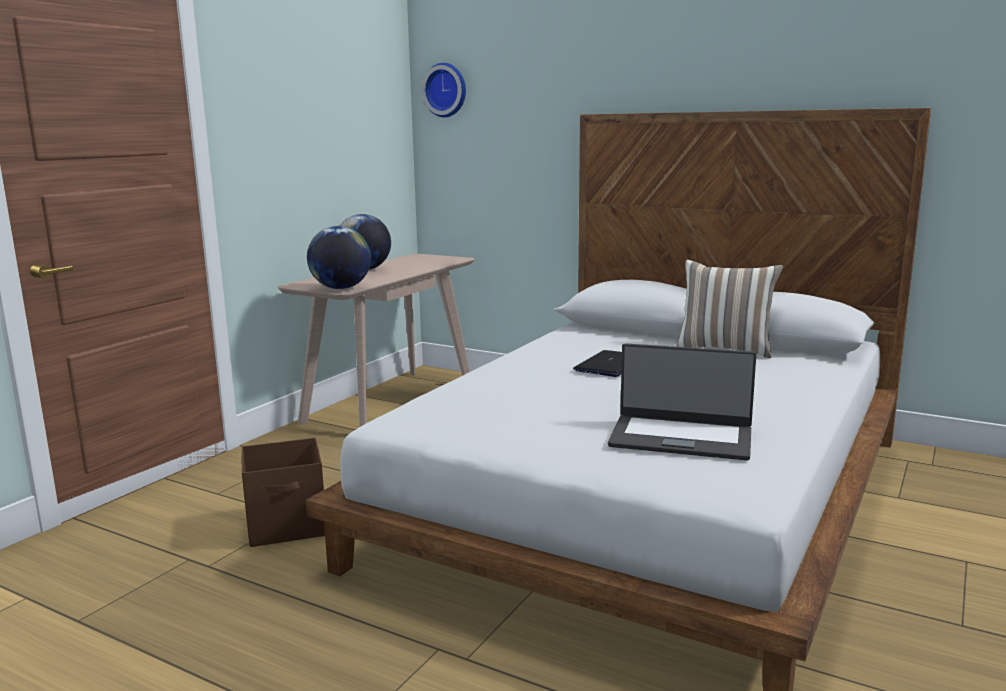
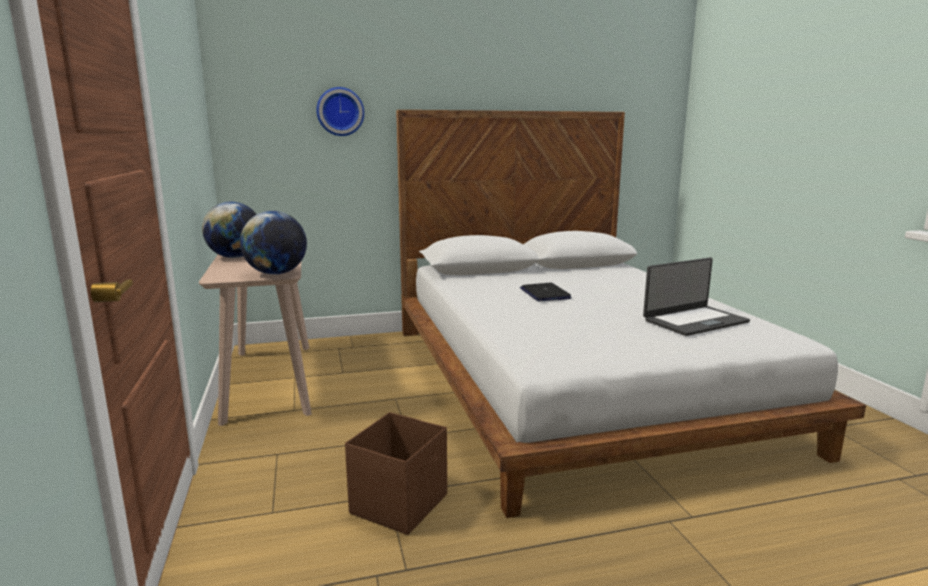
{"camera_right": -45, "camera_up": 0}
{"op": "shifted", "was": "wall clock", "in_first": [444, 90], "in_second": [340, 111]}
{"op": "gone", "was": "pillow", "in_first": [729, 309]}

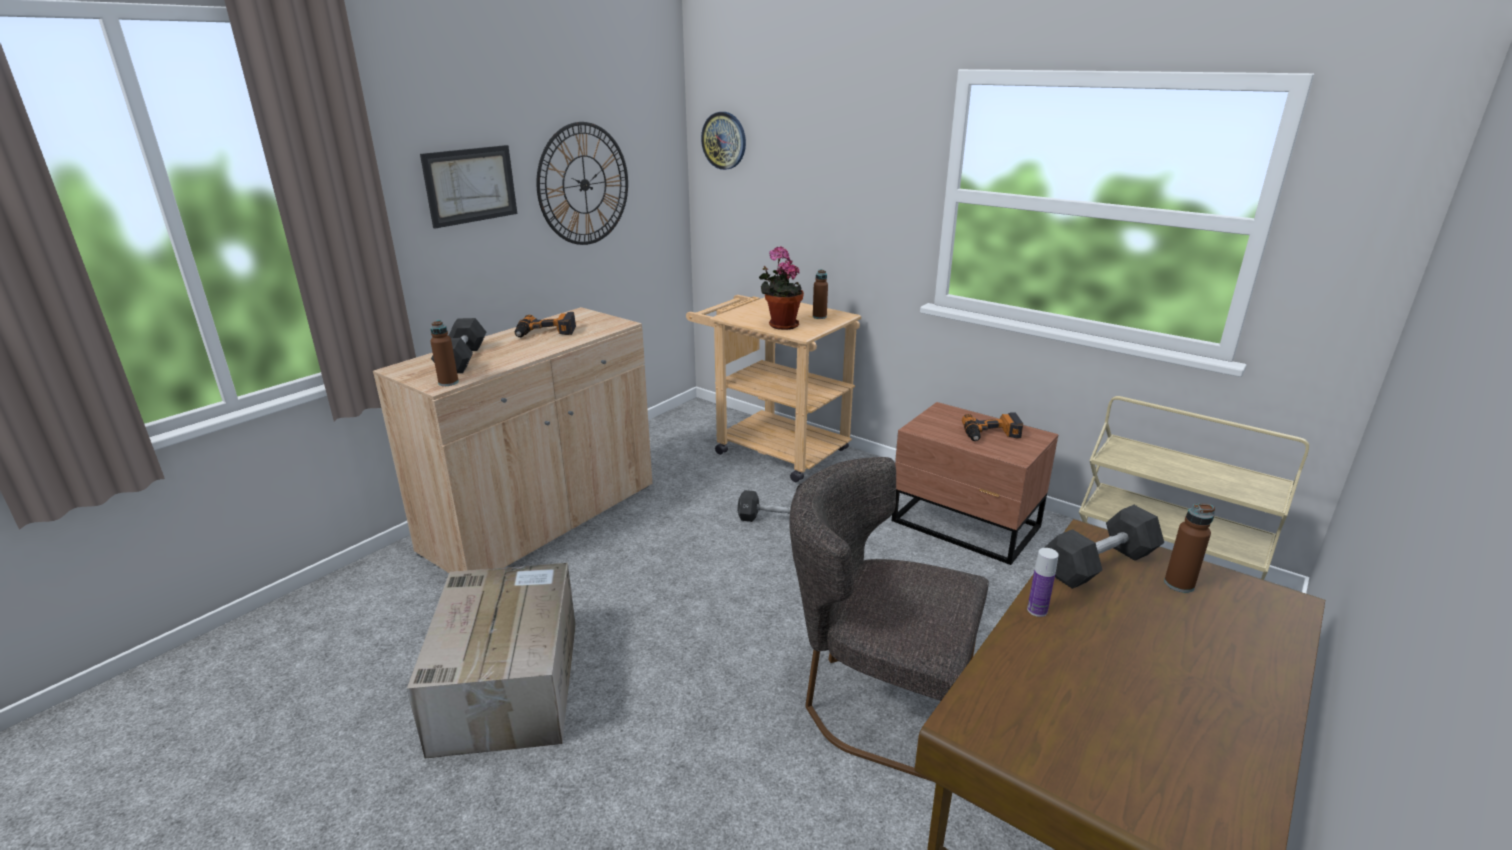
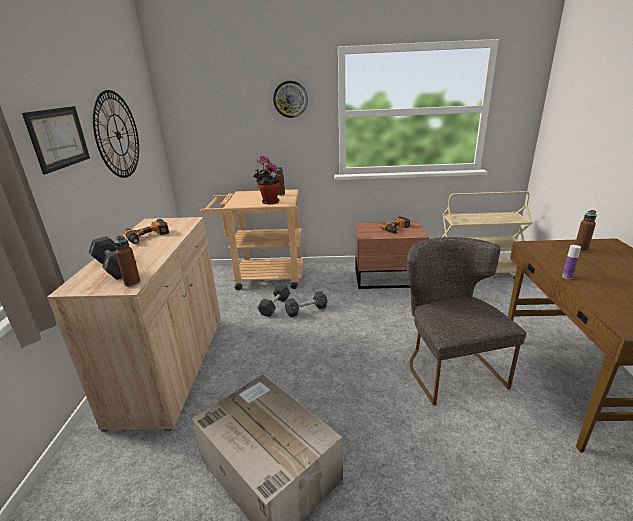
{"camera_right": -35, "camera_up": 0}
{"op": "shifted", "was": "wall clock", "in_first": [723, 141], "in_second": [290, 99]}
{"op": "rotated", "was": "chair (grey)", "in_first": [889, 619], "in_second": [467, 321], "clockwise": 90}
{"op": "shifted", "was": "dumbbell (black)", "in_first": [1104, 547], "in_second": [273, 300]}

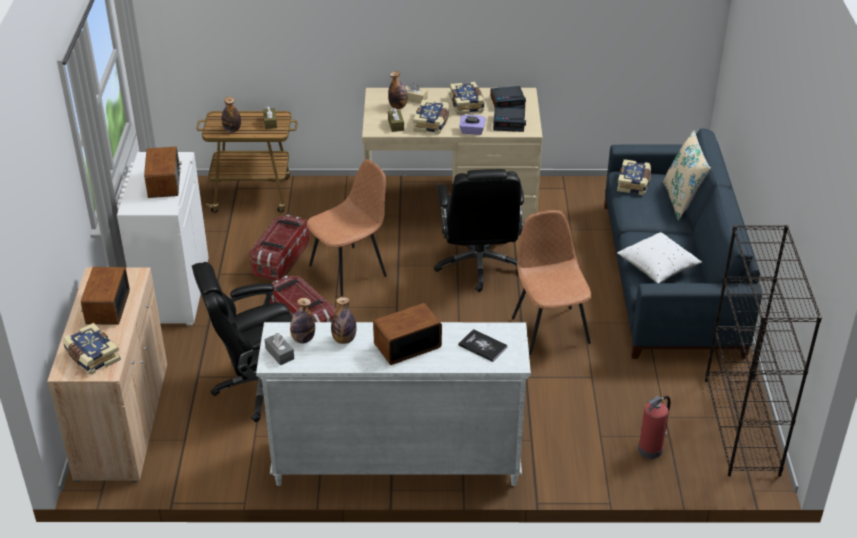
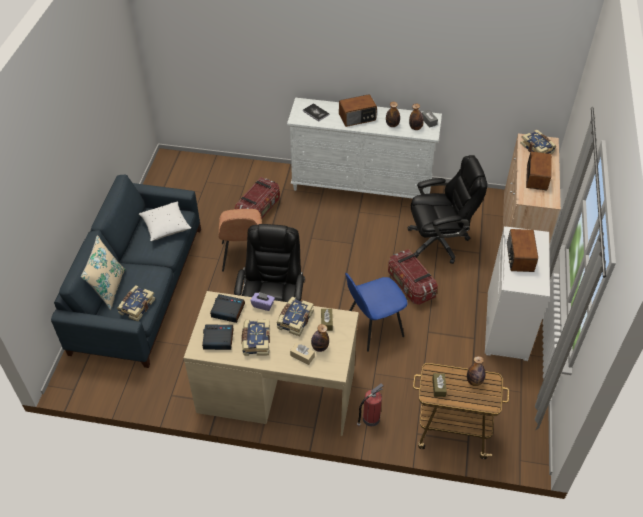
{"camera_right": -170, "camera_up": 10}
{"op": "shifted", "was": "storage box", "in_first": [279, 248], "in_second": [257, 198]}
{"op": "repainted", "was": "chair (brown)", "now": "chair (blue)", "in_first": [347, 227], "in_second": [376, 312]}
{"op": "shifted", "was": "fire extinguisher", "in_first": [654, 427], "in_second": [370, 404]}
{"op": "gone", "was": "bookcase (black)", "in_first": [763, 350]}

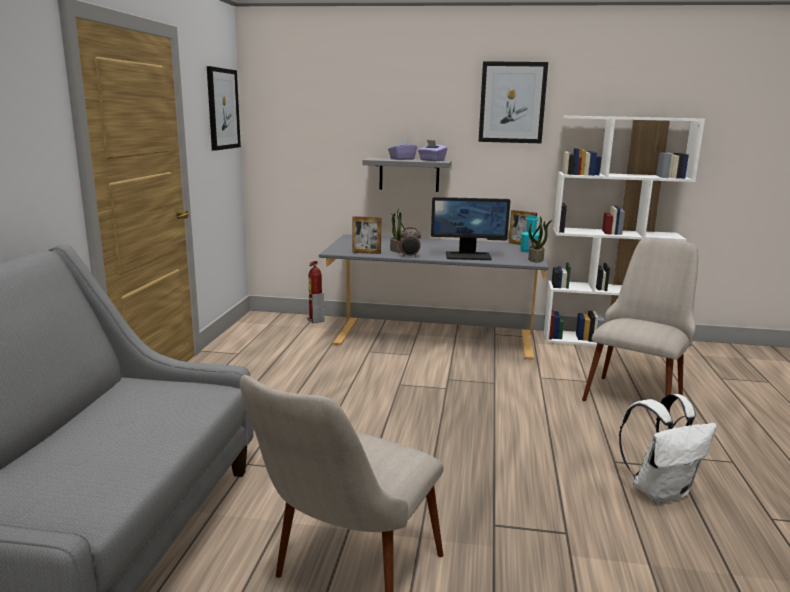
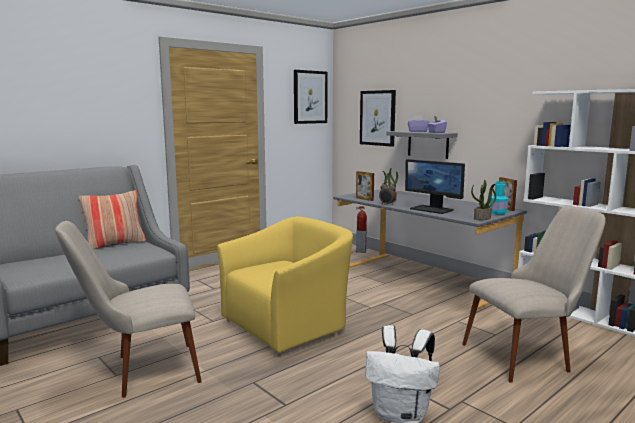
{"camera_right": 40, "camera_up": -5}
{"op": "shifted", "was": "picture", "in_first": [513, 102], "in_second": [378, 118]}
{"op": "new", "now": "pillow", "in_second": [112, 219]}
{"op": "new", "now": "armchair (yellow)", "in_second": [285, 286]}

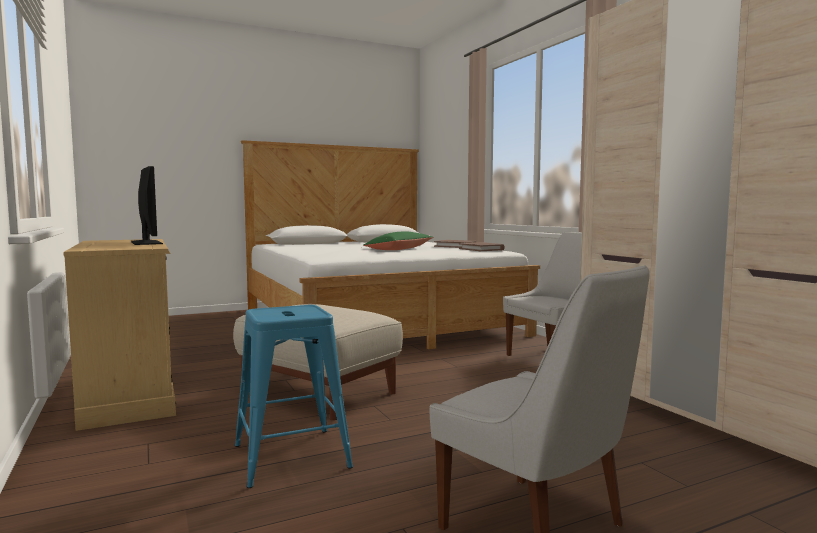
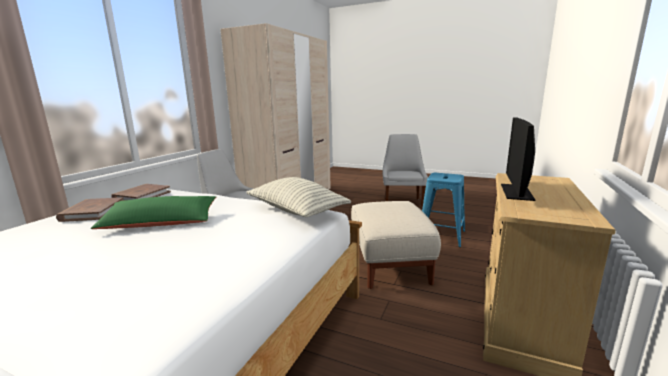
{"camera_right": -130, "camera_up": 10}
{"op": "new", "now": "pillow", "in_second": [298, 197]}

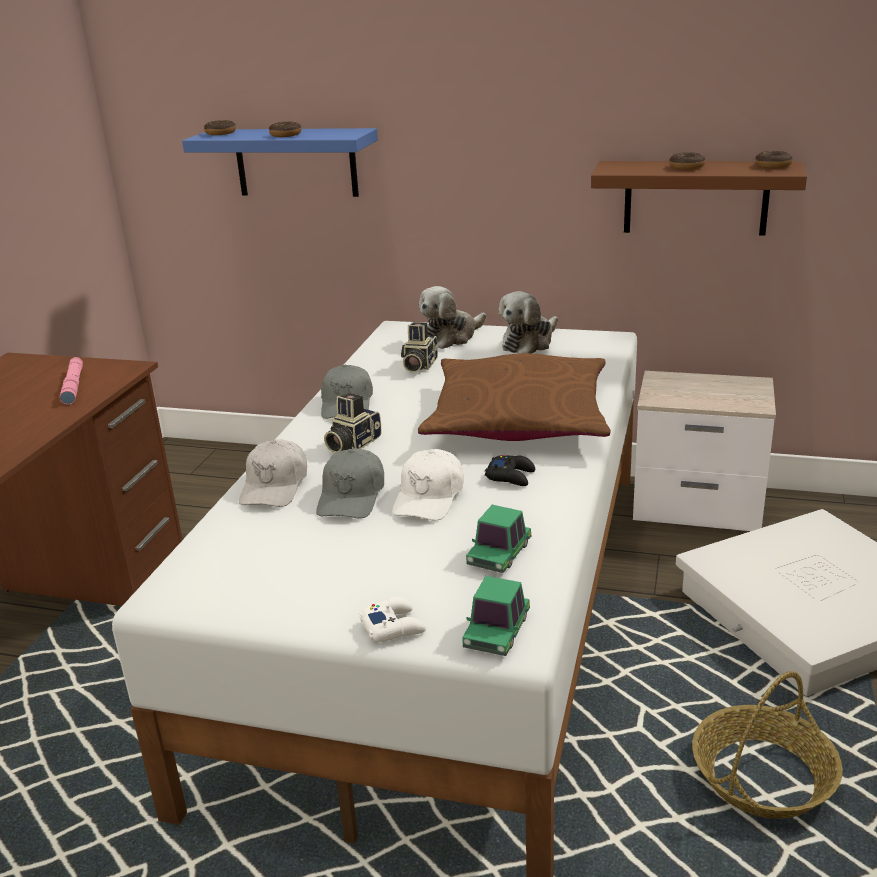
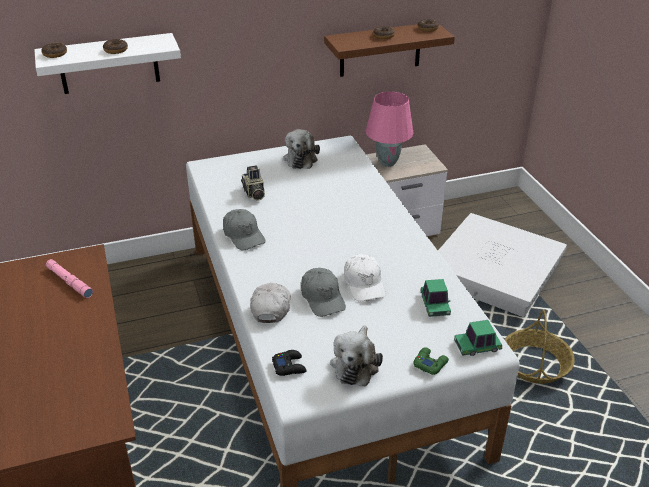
{"camera_right": -35, "camera_up": 10}
{"op": "repainted", "was": "shelf (blue)", "now": "shelf (white)", "in_first": [280, 162], "in_second": [107, 63]}
{"op": "rotated", "was": "cap (white)", "in_first": [273, 473], "in_second": [270, 303], "clockwise": -150}
{"op": "gone", "was": "photo camera", "in_first": [352, 423]}
{"op": "repainted", "was": "game controller (white)", "now": "game controller (green)", "in_first": [392, 619], "in_second": [431, 361]}
{"op": "gone", "was": "pillow (brown)", "in_first": [514, 397]}
{"op": "shifted", "was": "plush toy", "in_first": [452, 317], "in_second": [356, 356]}
{"op": "rotated", "was": "toy car", "in_first": [496, 616], "in_second": [478, 338], "clockwise": 90}
{"op": "shifted", "was": "game controller (black)", "in_first": [510, 470], "in_second": [289, 363]}
{"op": "new", "now": "table lamp (pink)", "in_second": [390, 129]}

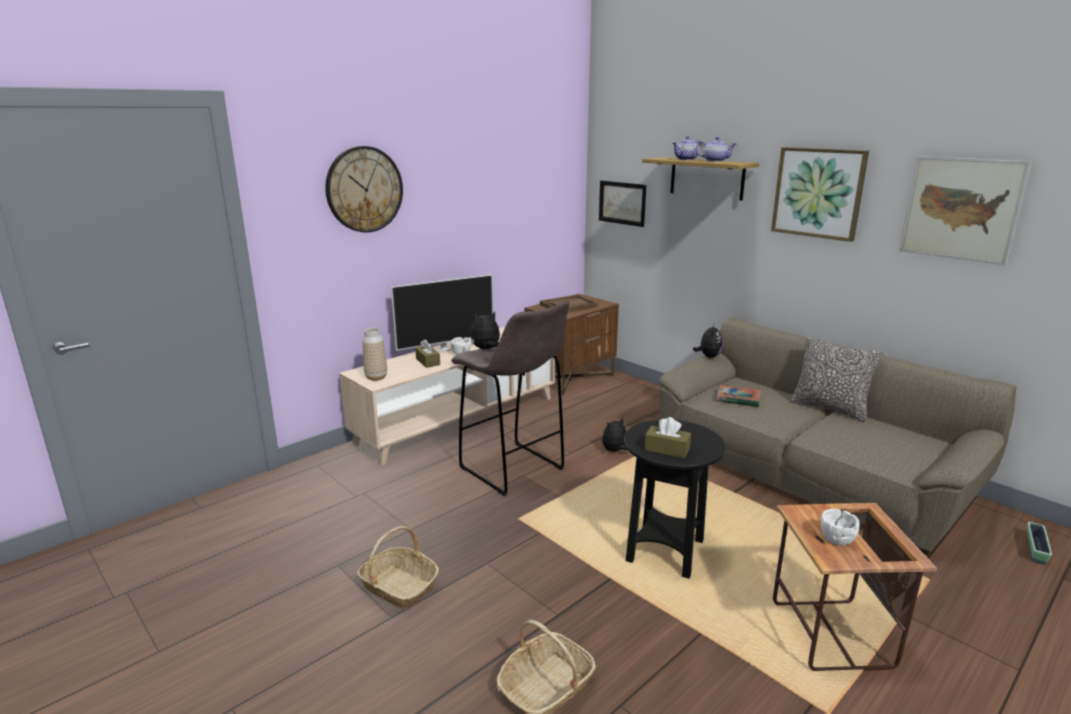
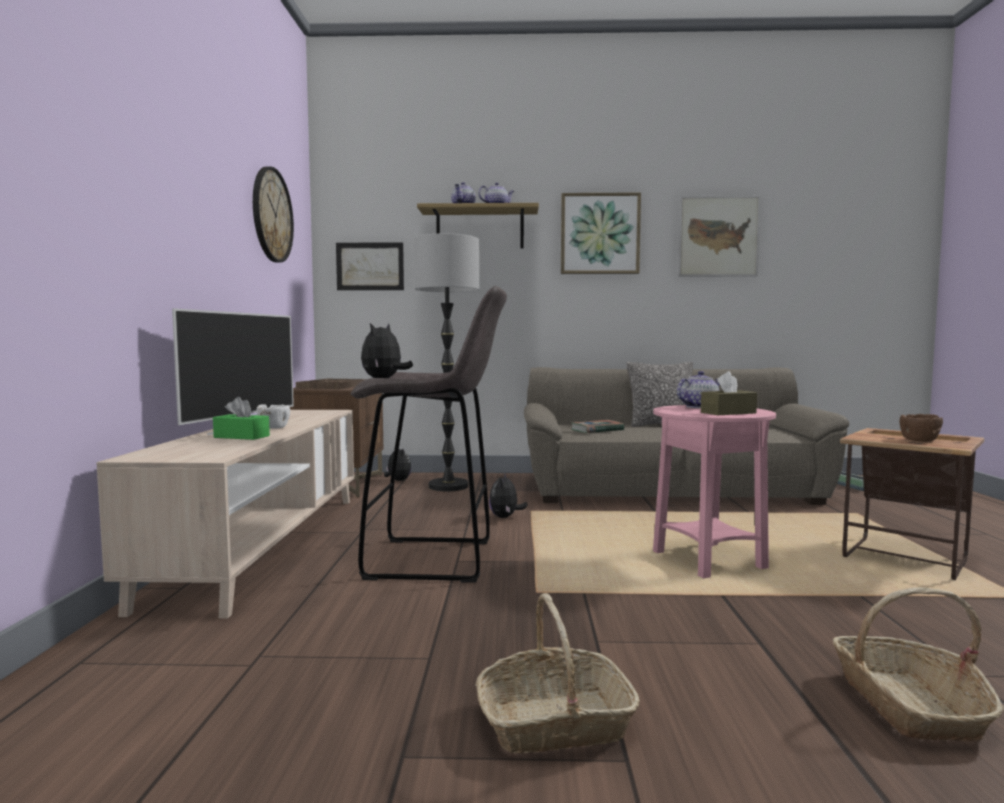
{"camera_right": -45, "camera_up": -15}
{"op": "shifted", "was": "wall clock", "in_first": [364, 189], "in_second": [273, 214]}
{"op": "gone", "was": "vase", "in_first": [375, 354]}
{"op": "repainted", "was": "tissue box (brown)", "now": "tissue box (green)", "in_first": [427, 353], "in_second": [241, 418]}
{"op": "repainted", "was": "side table (black)", "now": "side table (pink)", "in_first": [674, 499], "in_second": [714, 491]}
{"op": "shifted", "was": "plush toy", "in_first": [708, 341], "in_second": [397, 464]}
{"op": "repainted", "was": "bowl (white)", "now": "bowl (brown)", "in_first": [840, 527], "in_second": [921, 428]}
{"op": "new", "now": "floor lamp", "in_second": [446, 362]}
{"op": "new", "now": "teapot", "in_second": [698, 389]}

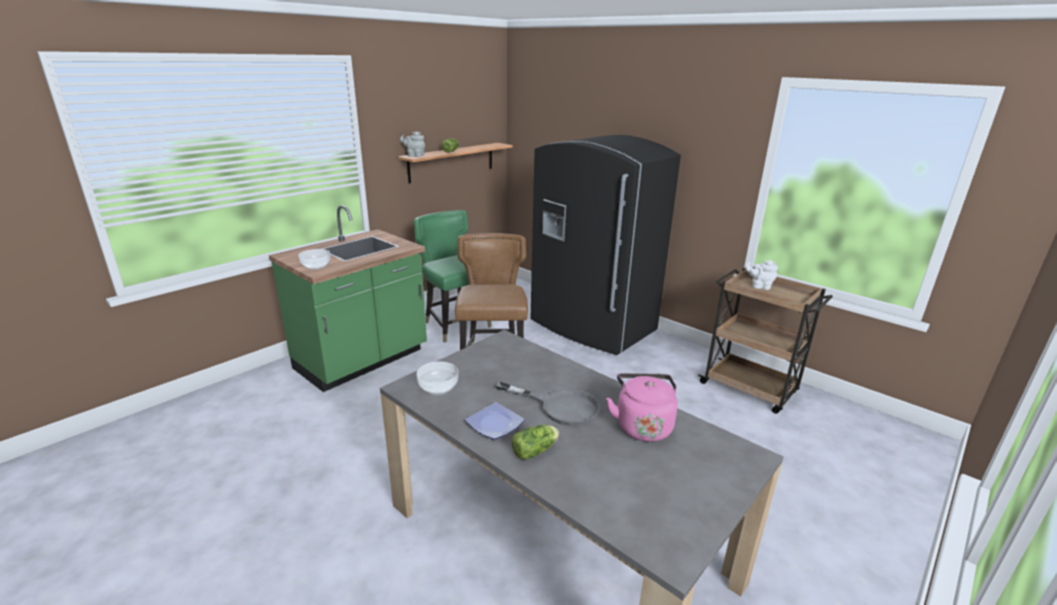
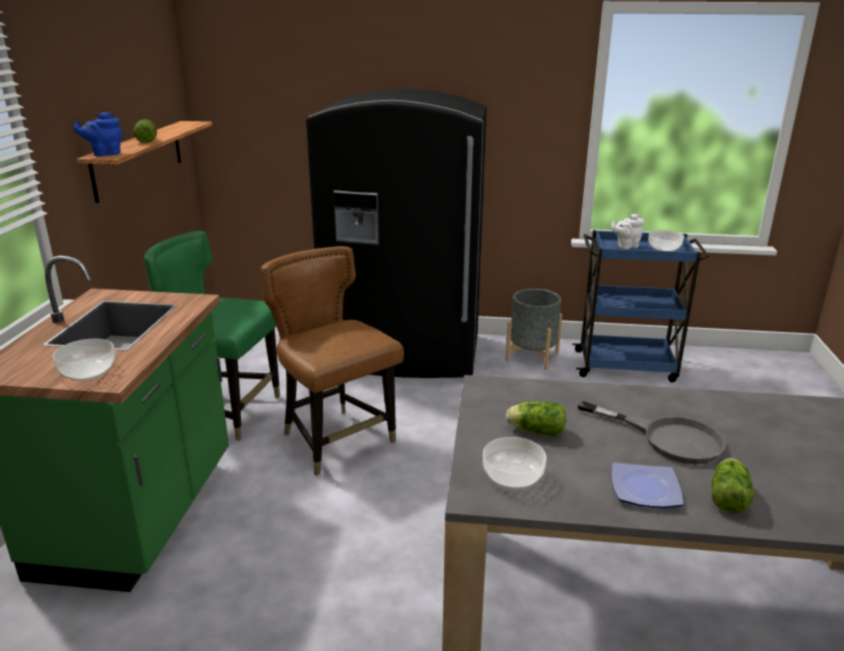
{"camera_right": -35, "camera_up": 0}
{"op": "repainted", "was": "teapot (grey)", "now": "teapot (blue)", "in_first": [412, 144], "in_second": [98, 134]}
{"op": "rotated", "was": "frying pan (grey)", "in_first": [548, 404], "in_second": [651, 433], "clockwise": 45}
{"op": "gone", "was": "kettle (pink)", "in_first": [642, 407]}
{"op": "repainted", "was": "cart (brown)", "now": "cart (blue)", "in_first": [765, 341], "in_second": [640, 306]}
{"op": "new", "now": "planter (grey)", "in_second": [533, 329]}
{"op": "new", "now": "lettuce", "in_second": [536, 419]}
{"op": "new", "now": "bowl", "in_second": [666, 240]}

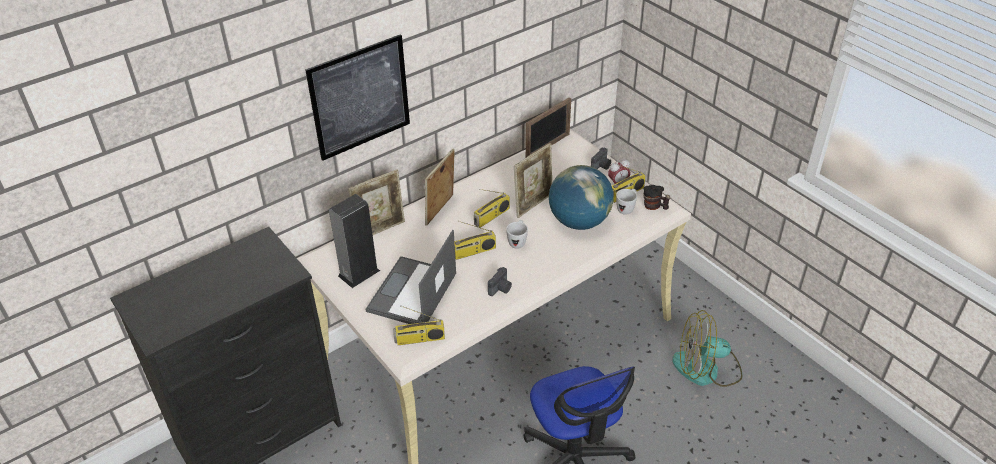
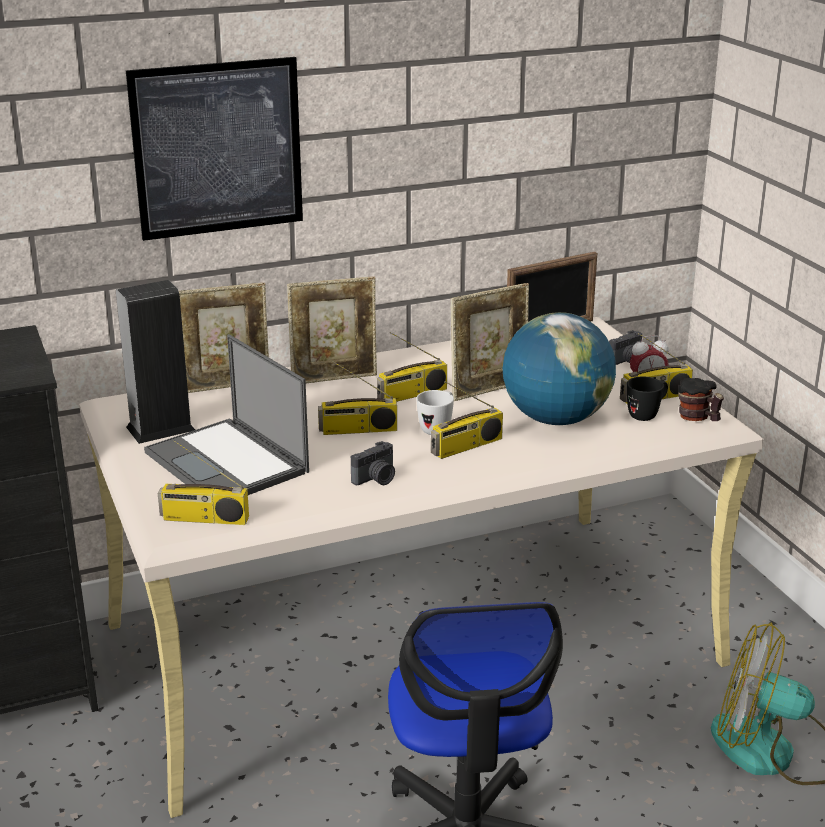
{"camera_right": 15, "camera_up": -15}
{"op": "rotated", "was": "laptop", "in_first": [411, 277], "in_second": [226, 414], "clockwise": -75}
{"op": "rotated", "was": "picture frame", "in_first": [440, 187], "in_second": [332, 330], "clockwise": -150}
{"op": "repainted", "was": "mug (white)", "now": "mug (black)", "in_first": [626, 202], "in_second": [647, 399]}
{"op": "new", "now": "radio", "in_second": [467, 420]}

